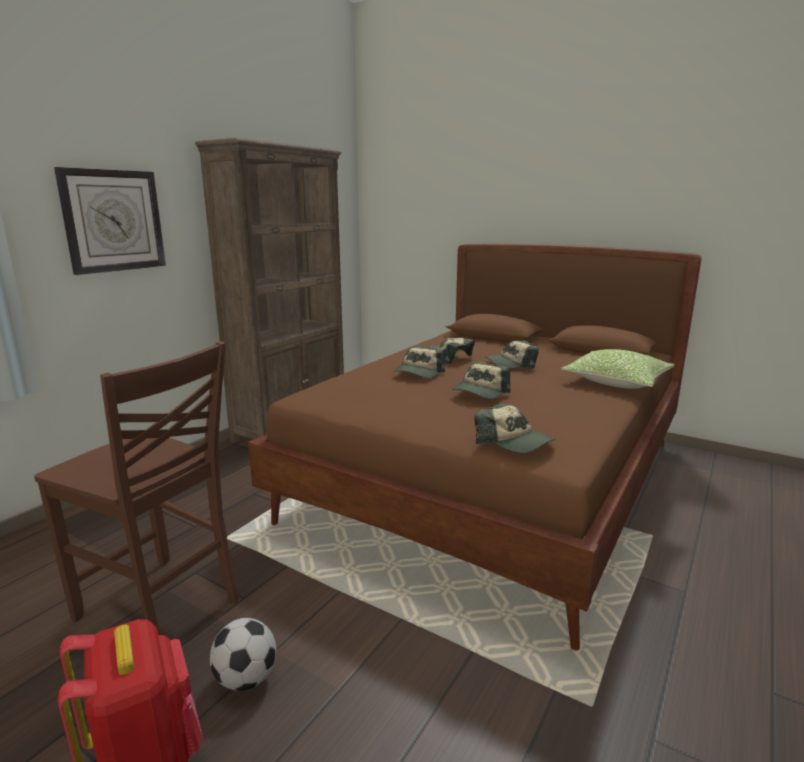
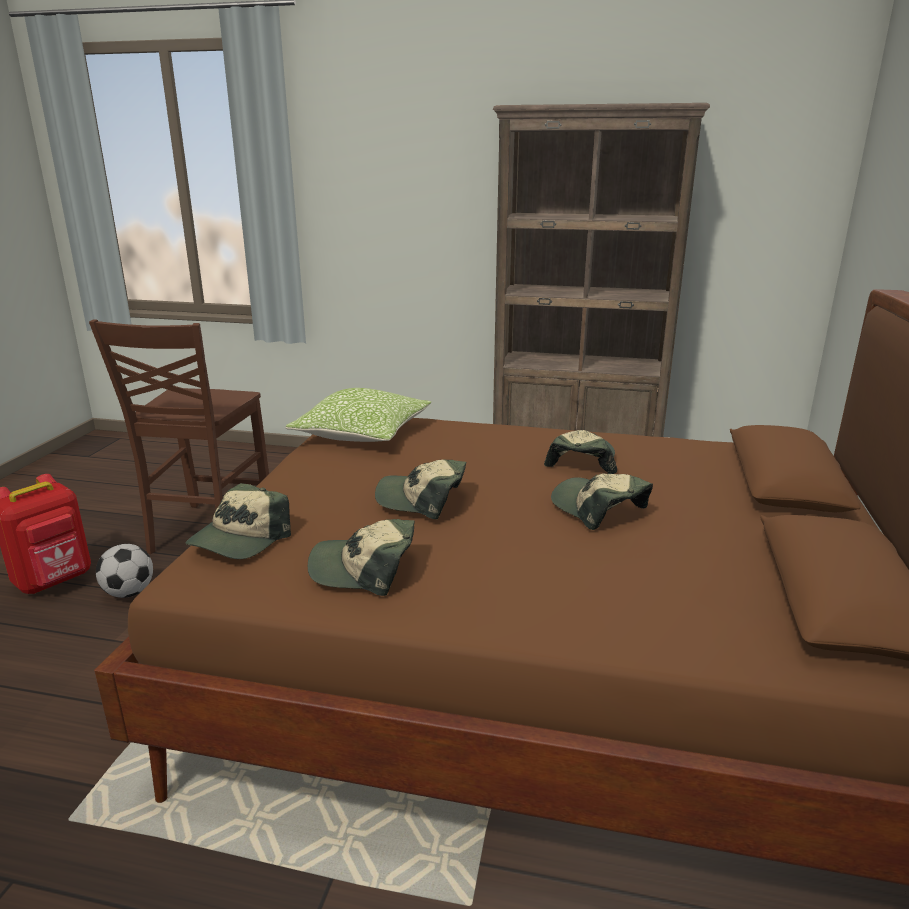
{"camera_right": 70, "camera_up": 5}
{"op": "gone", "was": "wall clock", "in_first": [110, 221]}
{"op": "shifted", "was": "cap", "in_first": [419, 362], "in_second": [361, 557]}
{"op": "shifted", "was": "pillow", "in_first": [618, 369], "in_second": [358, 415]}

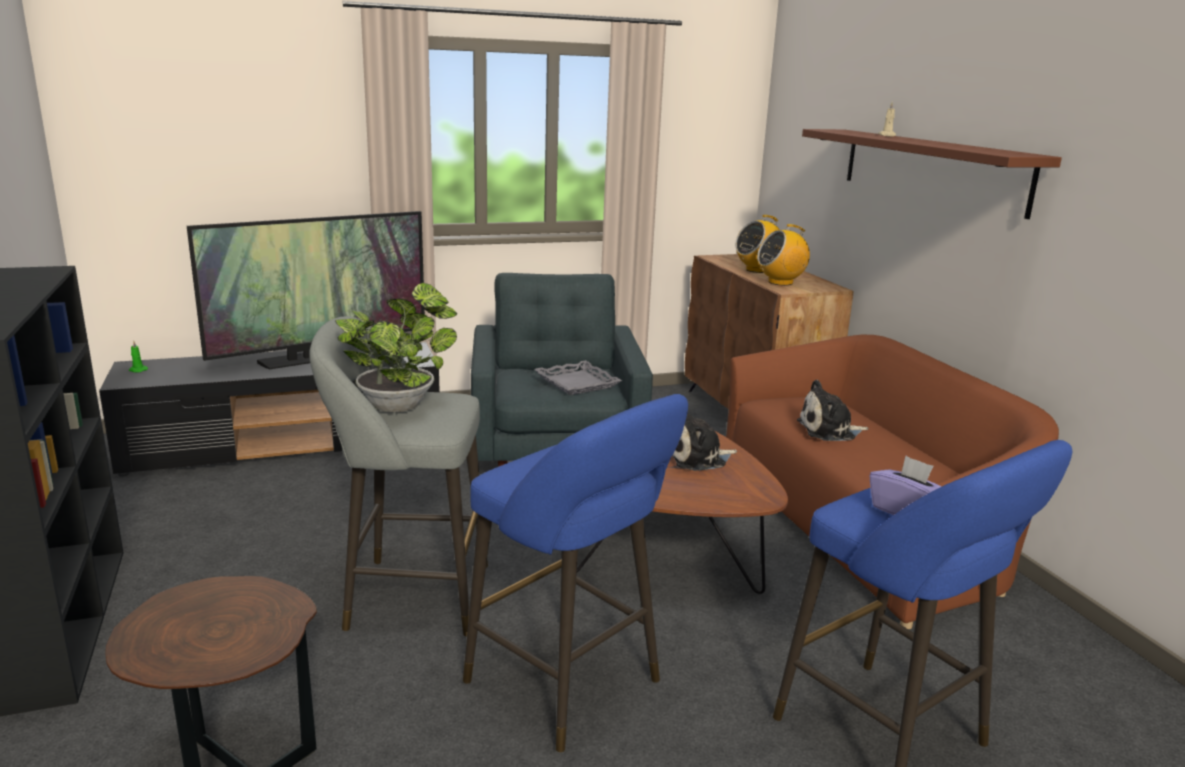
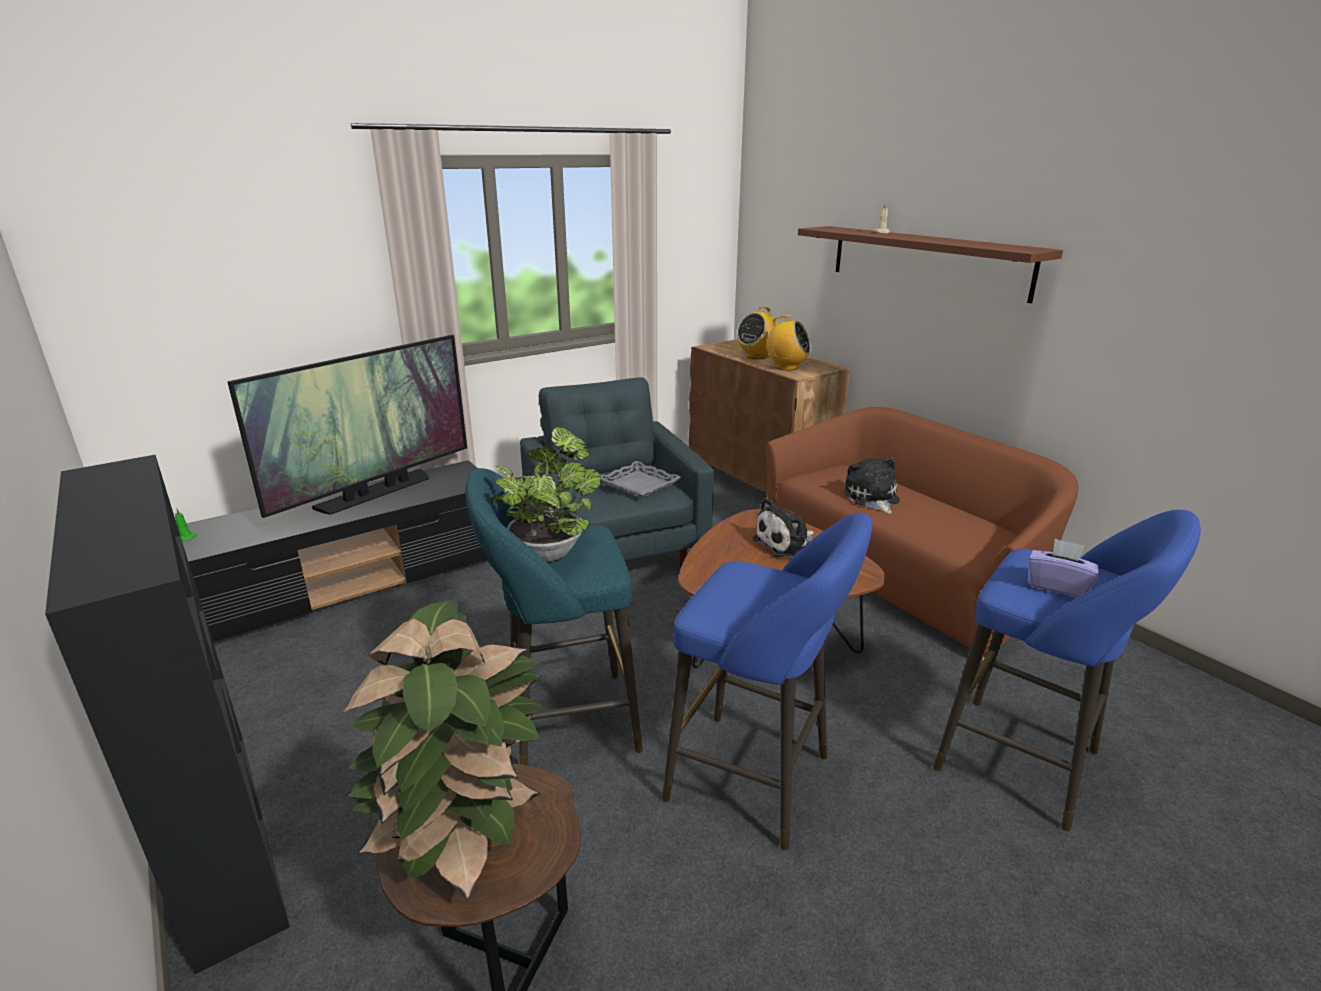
{"camera_right": -15, "camera_up": 5}
{"op": "repainted", "was": "stool (grey)", "now": "stool (turquoise)", "in_first": [398, 476], "in_second": [554, 616]}
{"op": "rotated", "was": "radio", "in_first": [783, 255], "in_second": [788, 342], "clockwise": -120}
{"op": "rotated", "was": "plush toy", "in_first": [832, 410], "in_second": [872, 485], "clockwise": 105}
{"op": "new", "now": "potted plant", "in_second": [442, 750]}

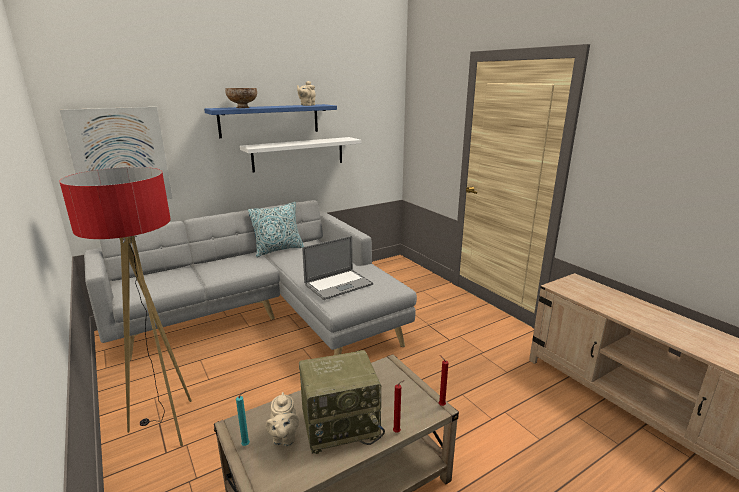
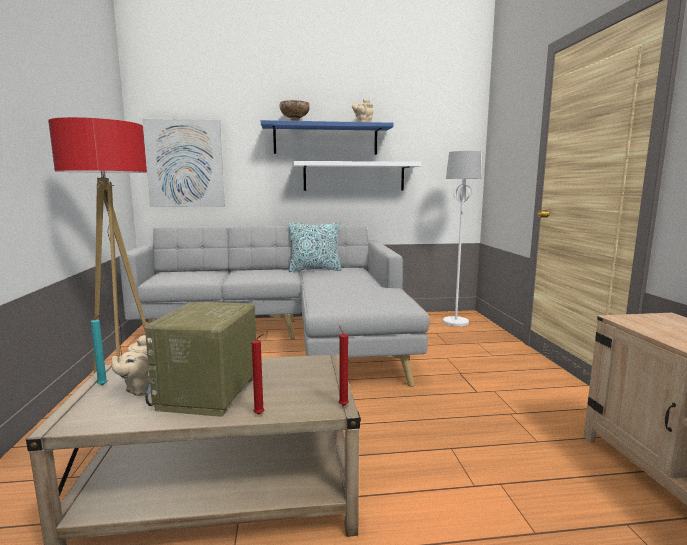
{"camera_right": 25, "camera_up": -10}
{"op": "rotated", "was": "radio", "in_first": [342, 402], "in_second": [200, 359], "clockwise": 90}
{"op": "gone", "was": "laptop", "in_first": [337, 268]}
{"op": "new", "now": "floor lamp (white)", "in_second": [462, 238]}

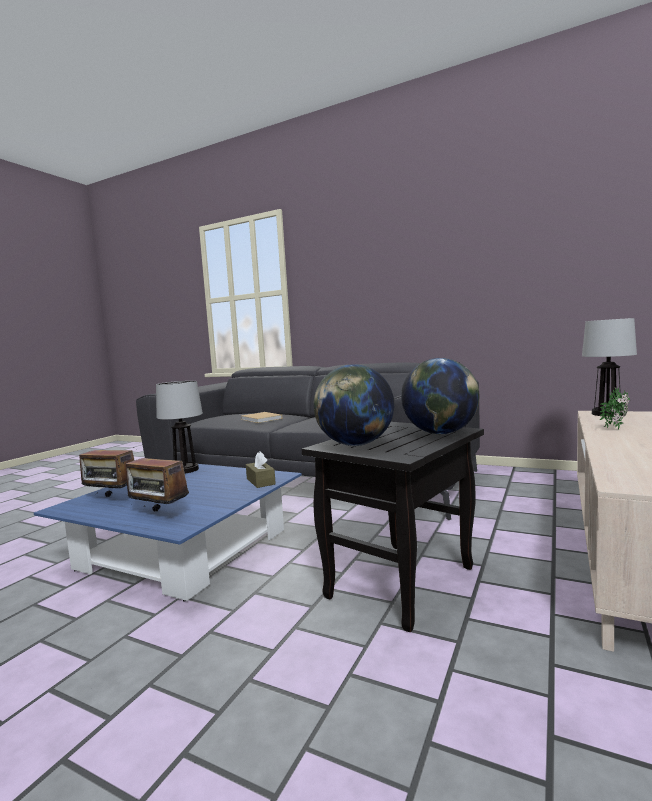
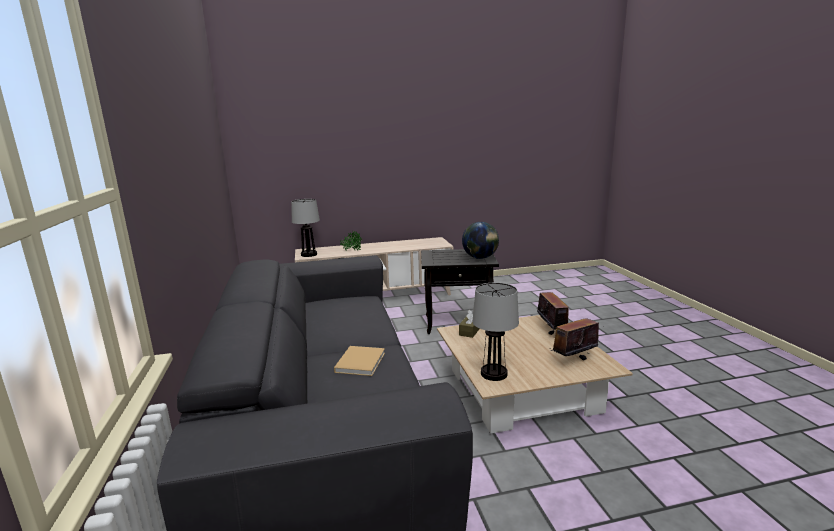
{"camera_right": -130, "camera_up": 10}
{"op": "repainted", "was": "coffee table (blue)", "now": "coffee table (beige)", "in_first": [168, 533], "in_second": [535, 374]}
{"op": "rotated", "was": "radio", "in_first": [107, 468], "in_second": [577, 339], "clockwise": -105}
{"op": "gone", "was": "globe", "in_first": [440, 396]}

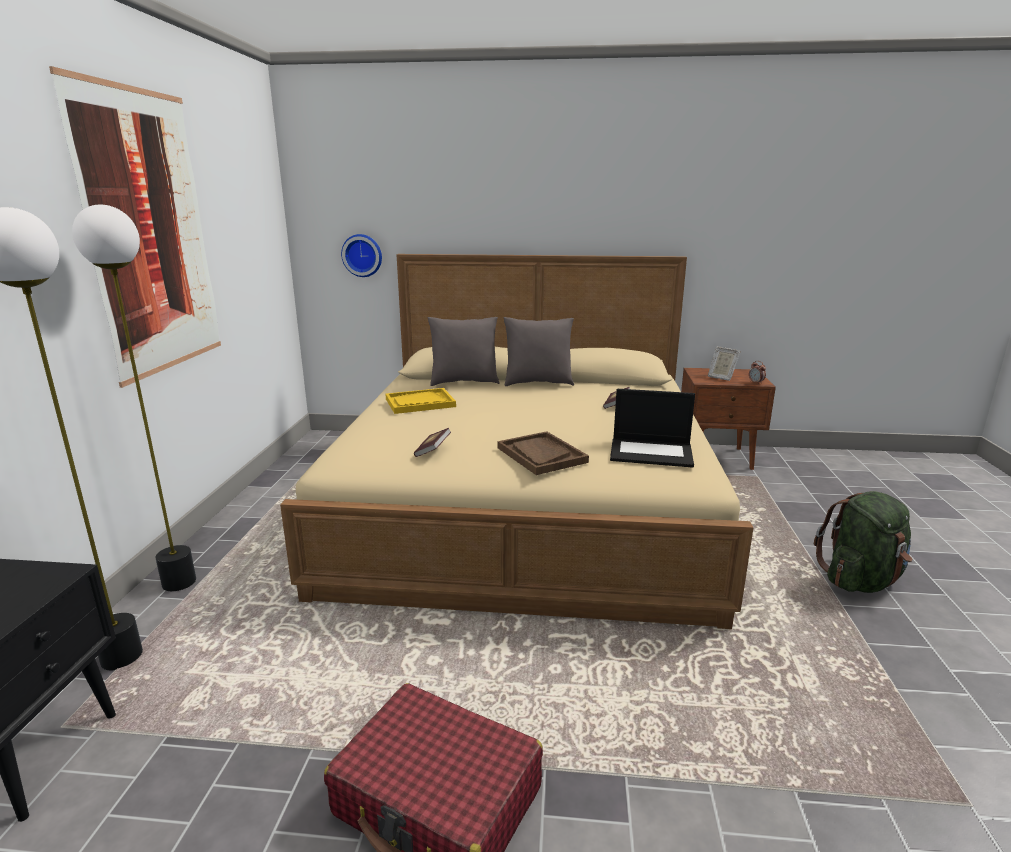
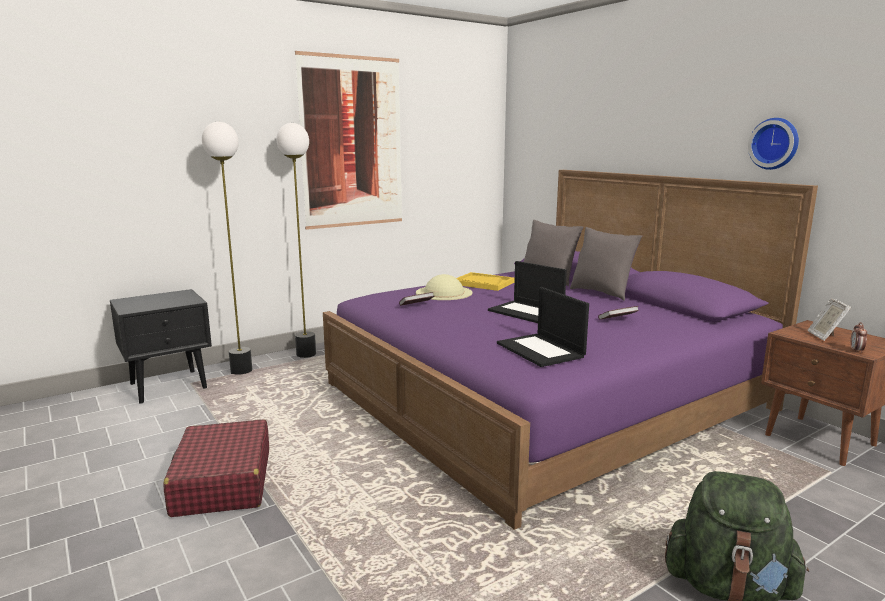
{"camera_right": 50, "camera_up": -5}
{"op": "repainted", "was": "bed (beige)", "now": "bed (purple)", "in_first": [517, 441], "in_second": [570, 350]}
{"op": "shifted", "was": "wall clock", "in_first": [361, 255], "in_second": [773, 144]}
{"op": "gone", "was": "tray (brown)", "in_first": [543, 453]}
{"op": "new", "now": "hat (beige)", "in_second": [444, 287]}
{"op": "new", "now": "laptop", "in_second": [527, 292]}

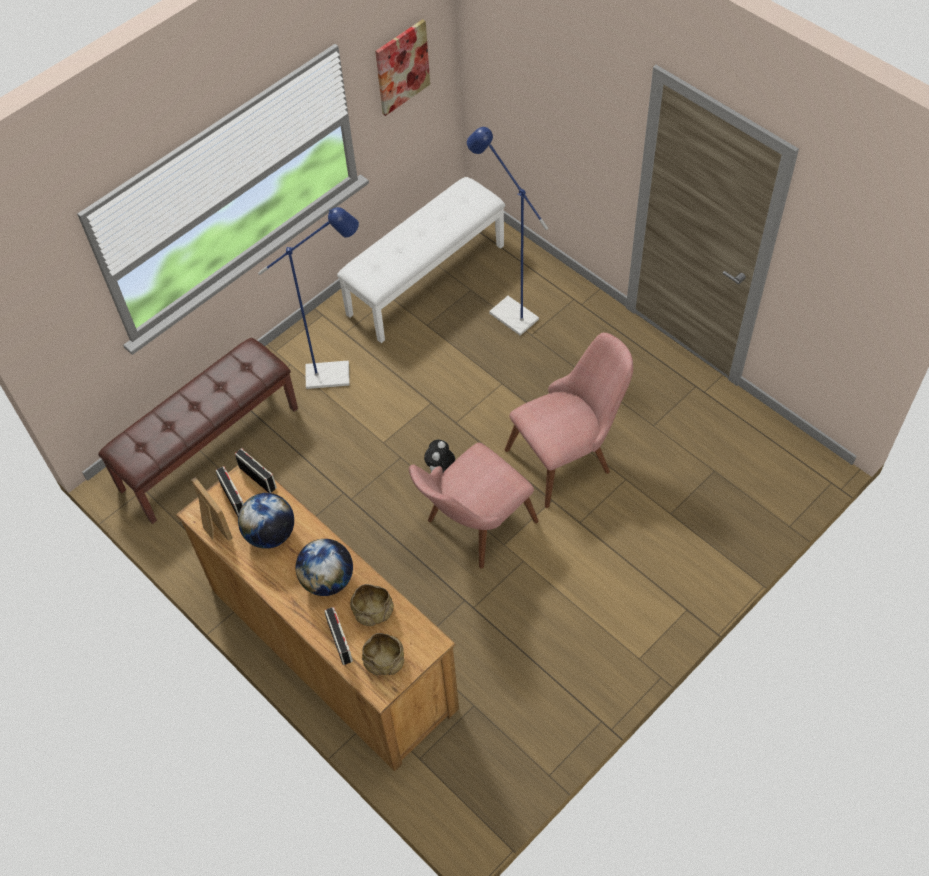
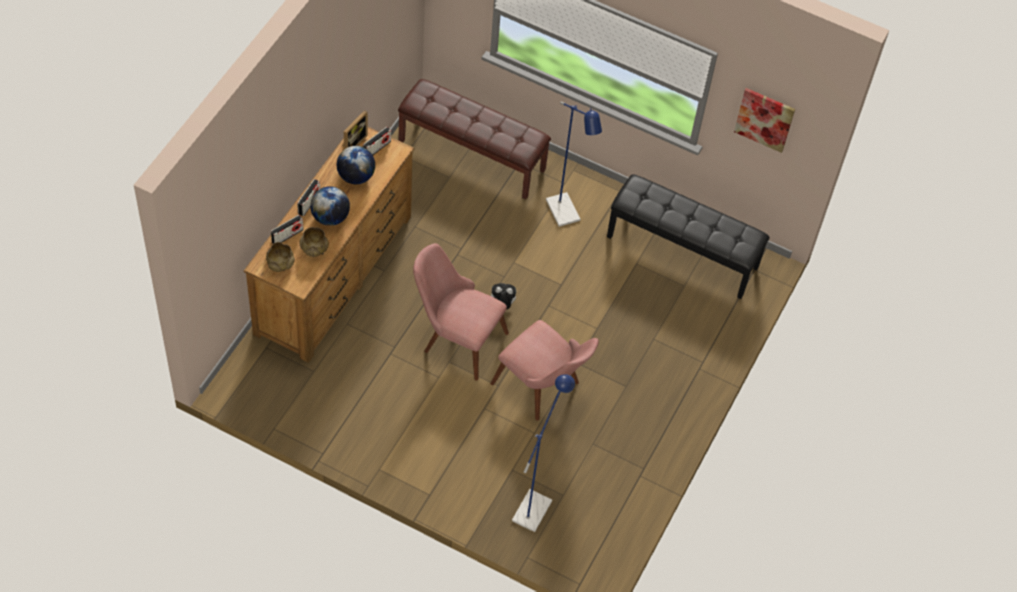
{"camera_right": 65, "camera_up": 0}
{"op": "shifted", "was": "radio", "in_first": [256, 470], "in_second": [308, 197]}
{"op": "repainted", "was": "bench (white)", "now": "bench (black)", "in_first": [421, 260], "in_second": [688, 236]}
{"op": "shifted", "was": "floor lamp (blue)", "in_first": [508, 231], "in_second": [543, 453]}

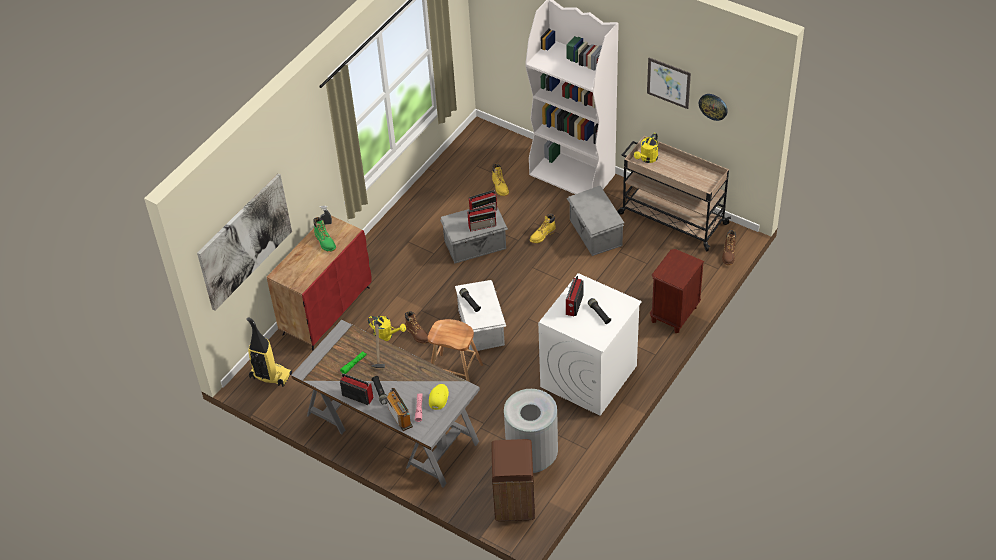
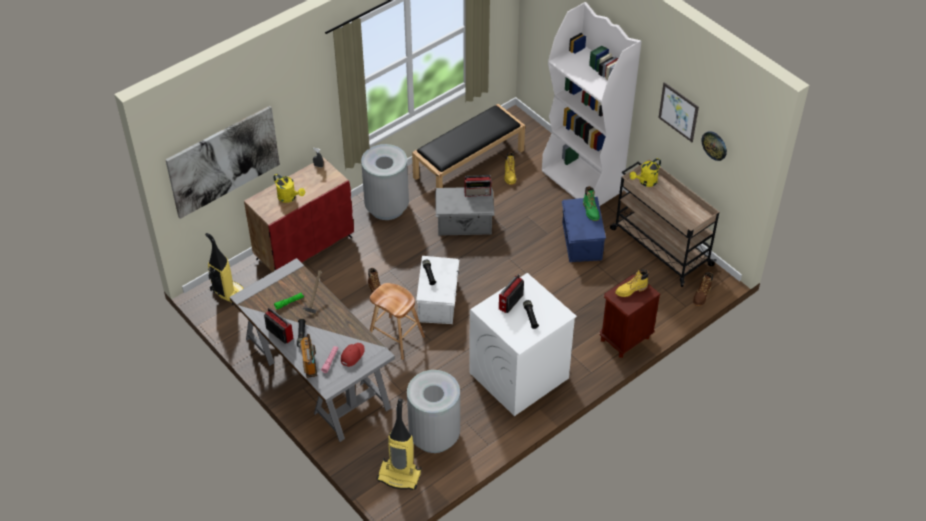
{"camera_right": 15, "camera_up": 0}
{"op": "shifted", "was": "boot (green)", "in_first": [324, 234], "in_second": [591, 203]}
{"op": "shifted", "was": "watering can (yellow)", "in_first": [387, 328], "in_second": [289, 188]}
{"op": "repainted", "was": "cap (yellow)", "now": "cap (red)", "in_first": [439, 397], "in_second": [353, 355]}
{"op": "gone", "was": "radio", "in_first": [481, 218]}
{"op": "swapped", "was": "trash can (brown)", "now": "vacuum cleaner", "in_first": [513, 480], "in_second": [399, 444]}
{"op": "shifted", "was": "boot (yellow)", "in_first": [543, 228], "in_second": [632, 283]}
{"op": "repainted", "was": "storage box (grey)", "now": "storage box (blue)", "in_first": [595, 221], "in_second": [584, 229]}
{"op": "new", "now": "trash can (grey)", "in_second": [385, 182]}
{"op": "new", "now": "bench (black)", "in_second": [468, 146]}

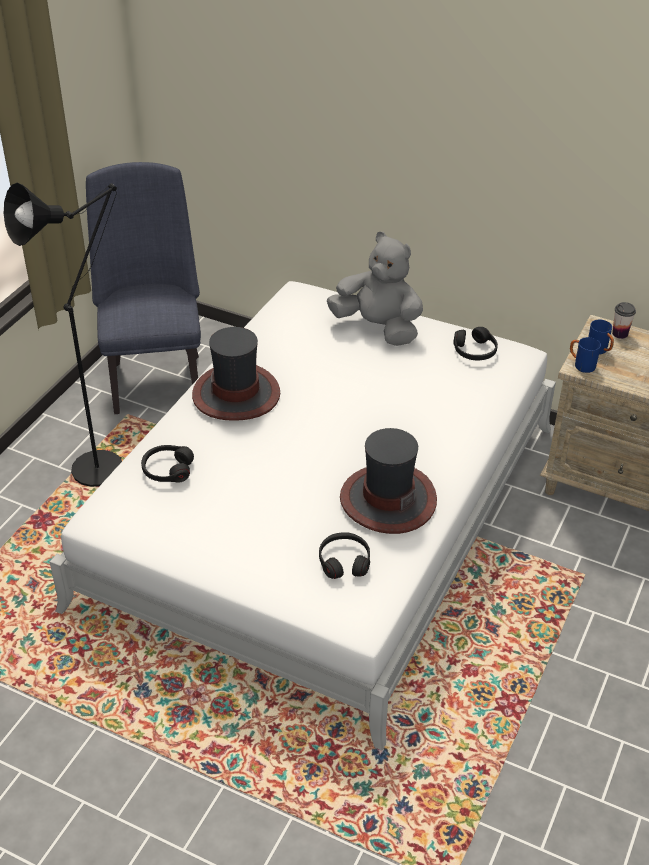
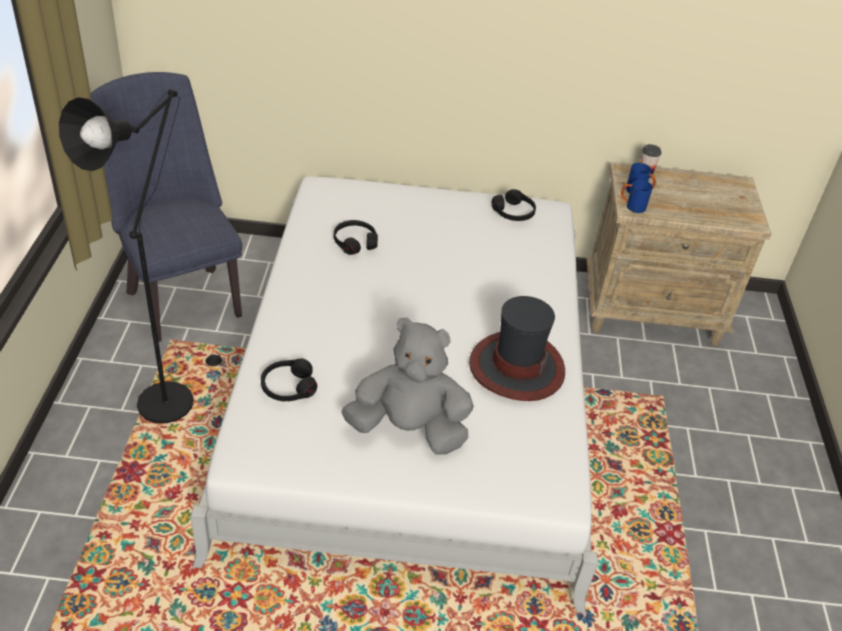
{"camera_right": -25, "camera_up": 0}
{"op": "gone", "was": "hat", "in_first": [236, 374]}
{"op": "shifted", "was": "headphones (black)", "in_first": [344, 555], "in_second": [356, 237]}
{"op": "shifted", "was": "plush toy (grey)", "in_first": [375, 289], "in_second": [407, 385]}

